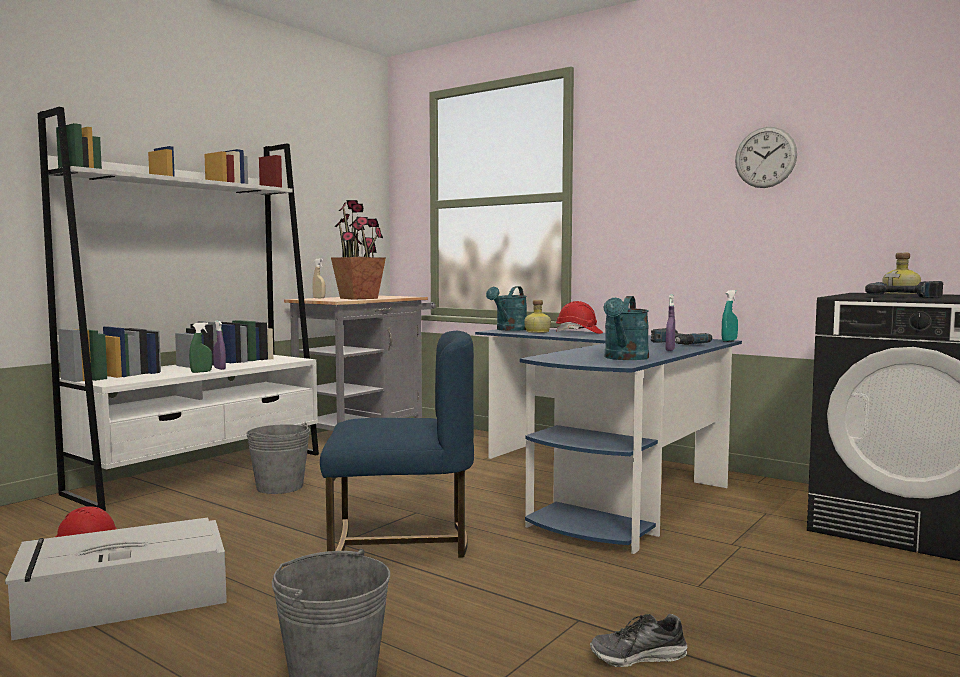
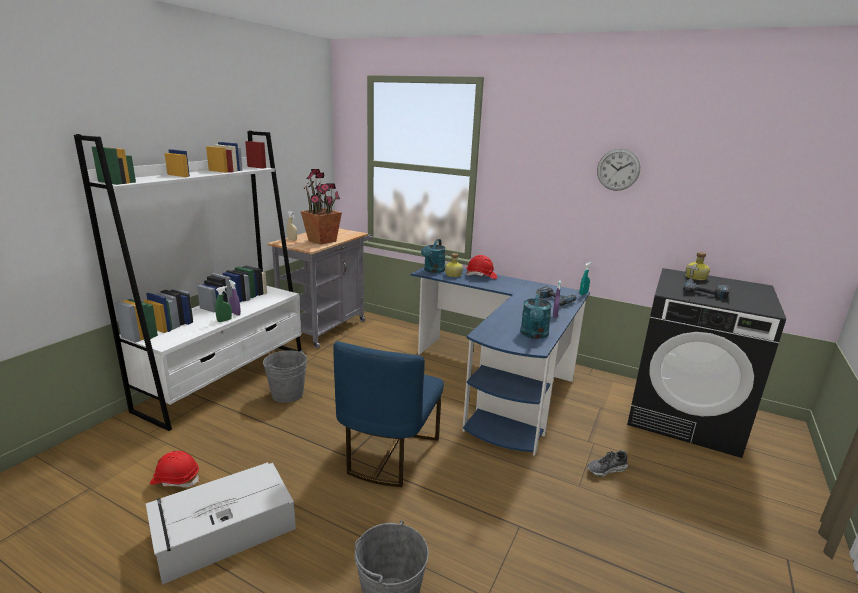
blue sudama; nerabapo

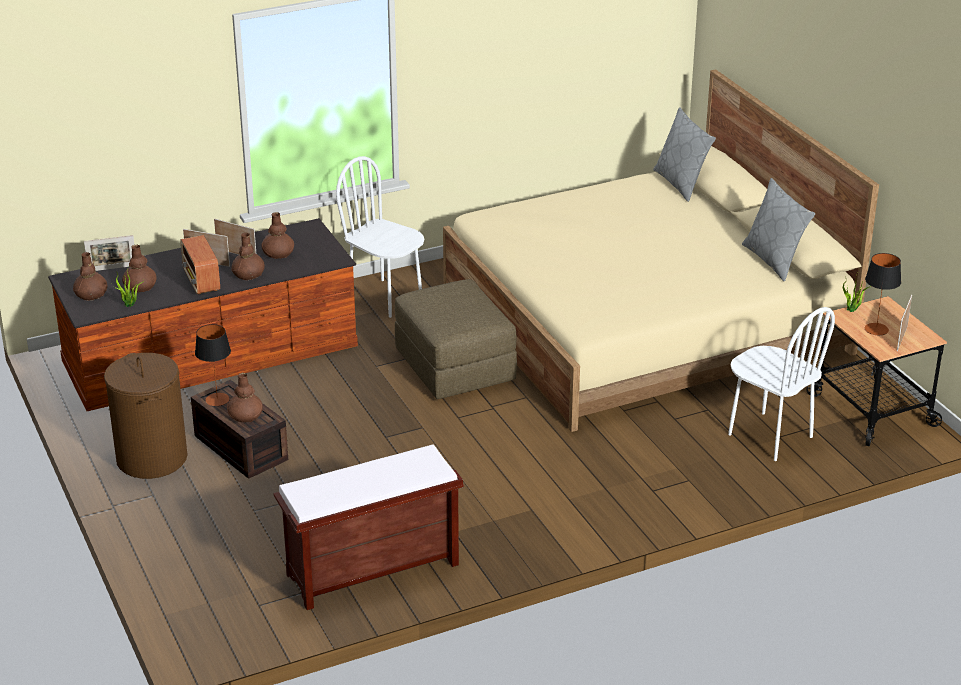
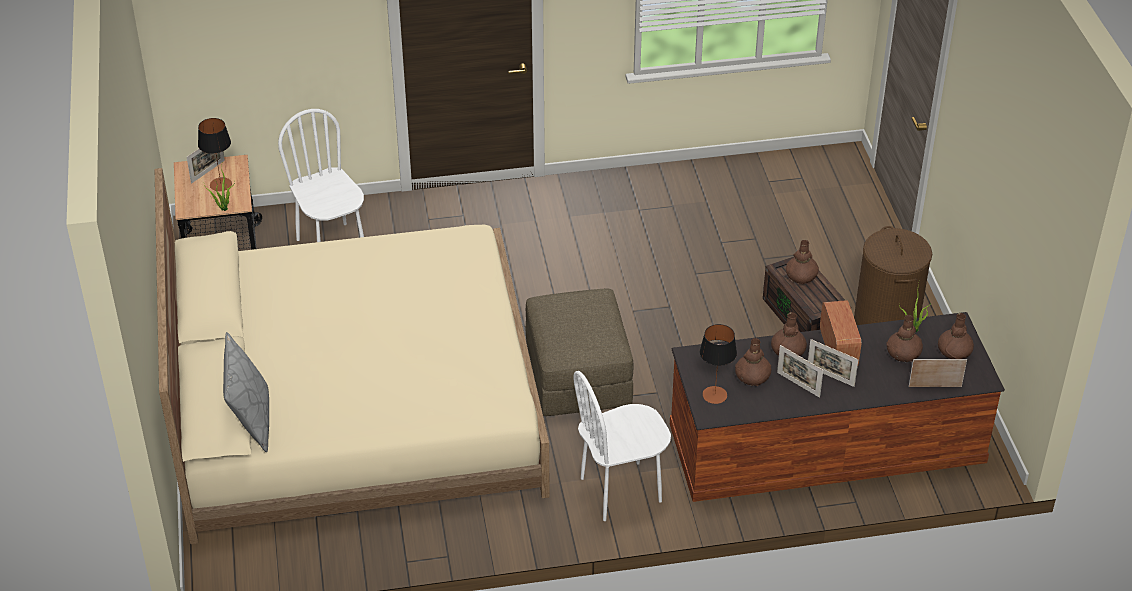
white sudama (2nd from left); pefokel (2nd from left); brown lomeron; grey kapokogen (2nd from left in the first image)

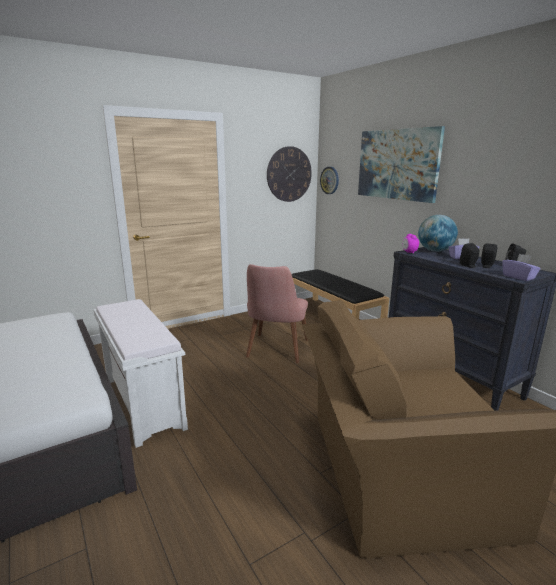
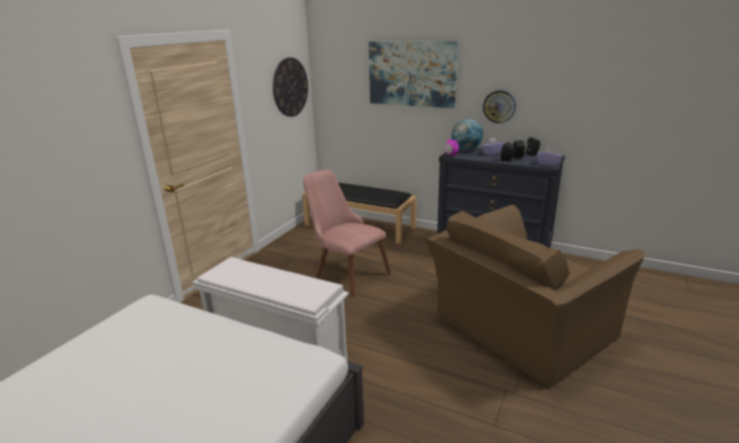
pink sudama; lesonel (2nd from left)

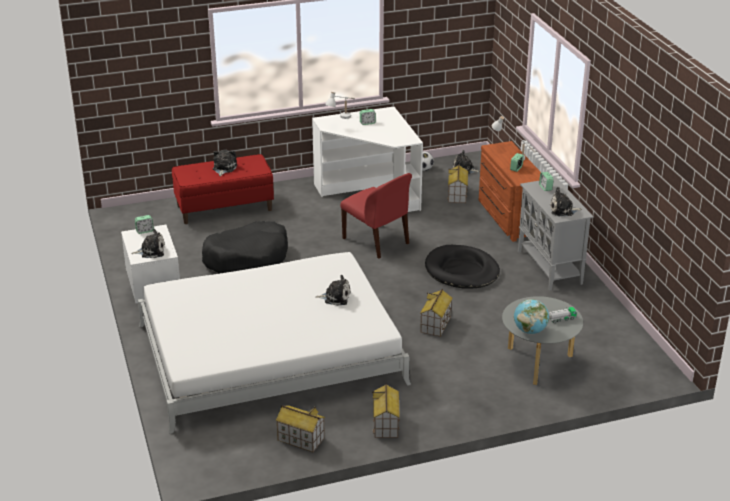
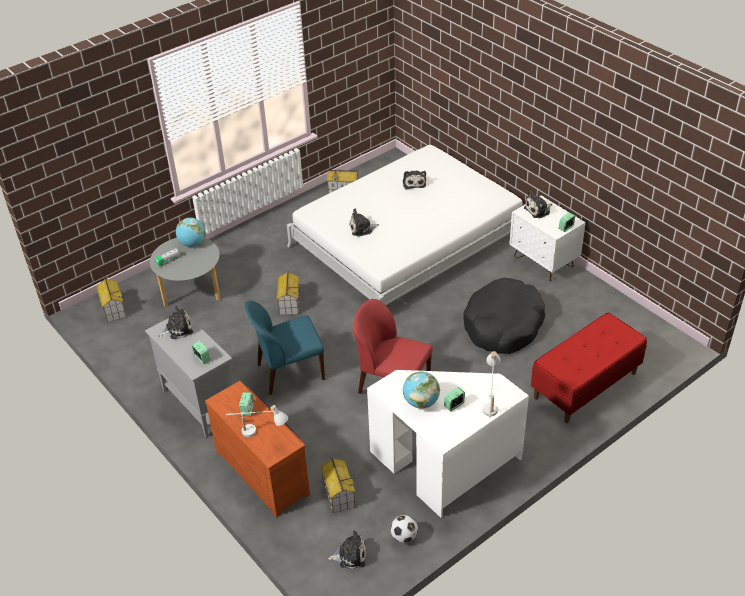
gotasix (1st from left); blue sudama; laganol (4th from left); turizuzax (2nd from left)

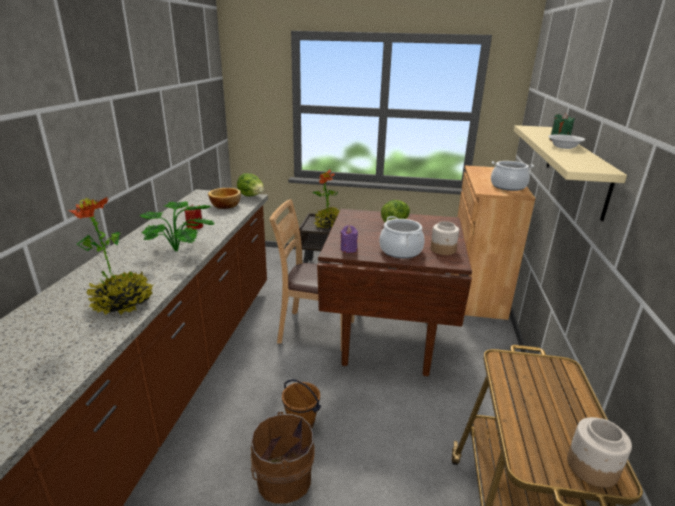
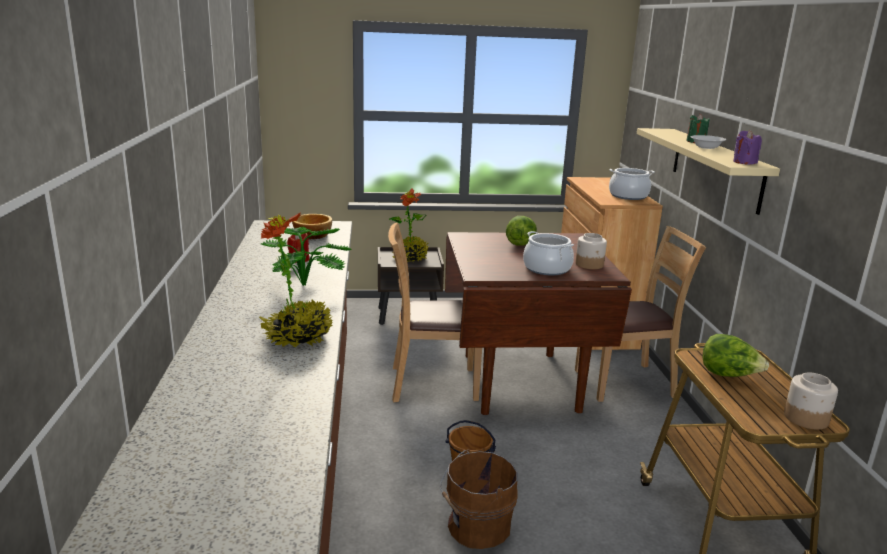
brown sudama (2nd from left); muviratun (2nd from left); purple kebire

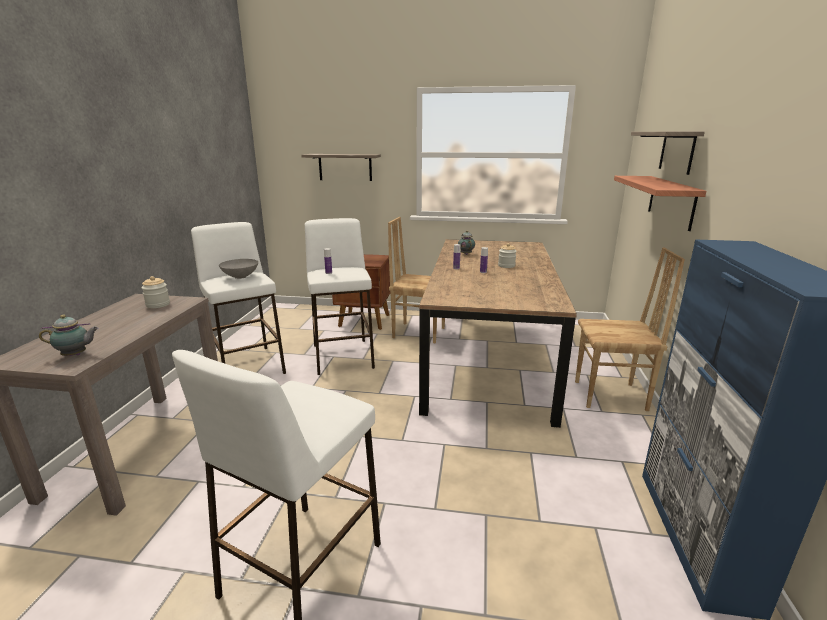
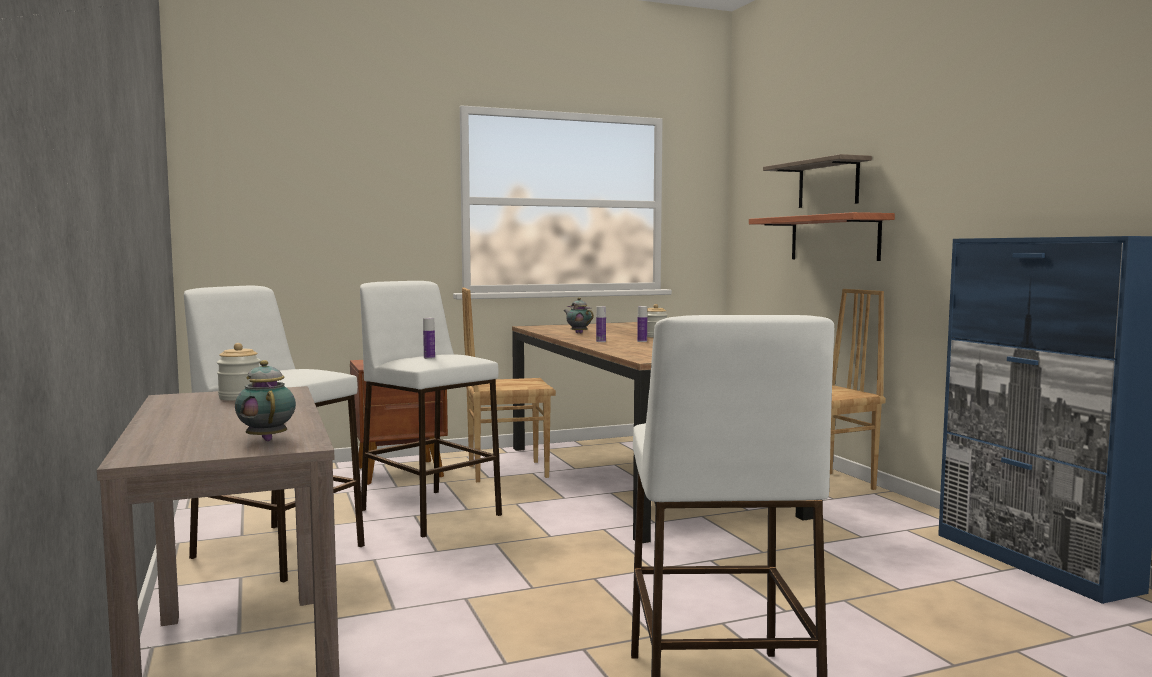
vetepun (1st from left); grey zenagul; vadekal (1st from left in the first image)

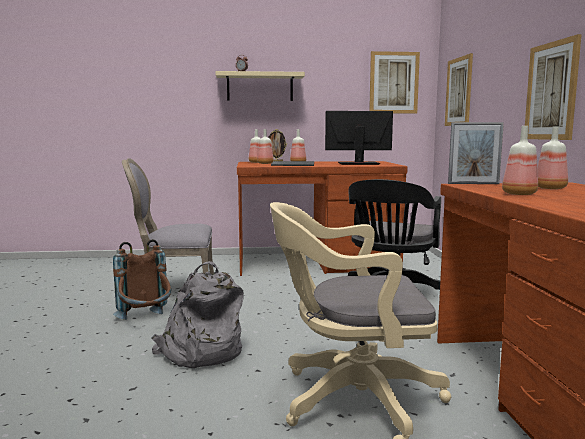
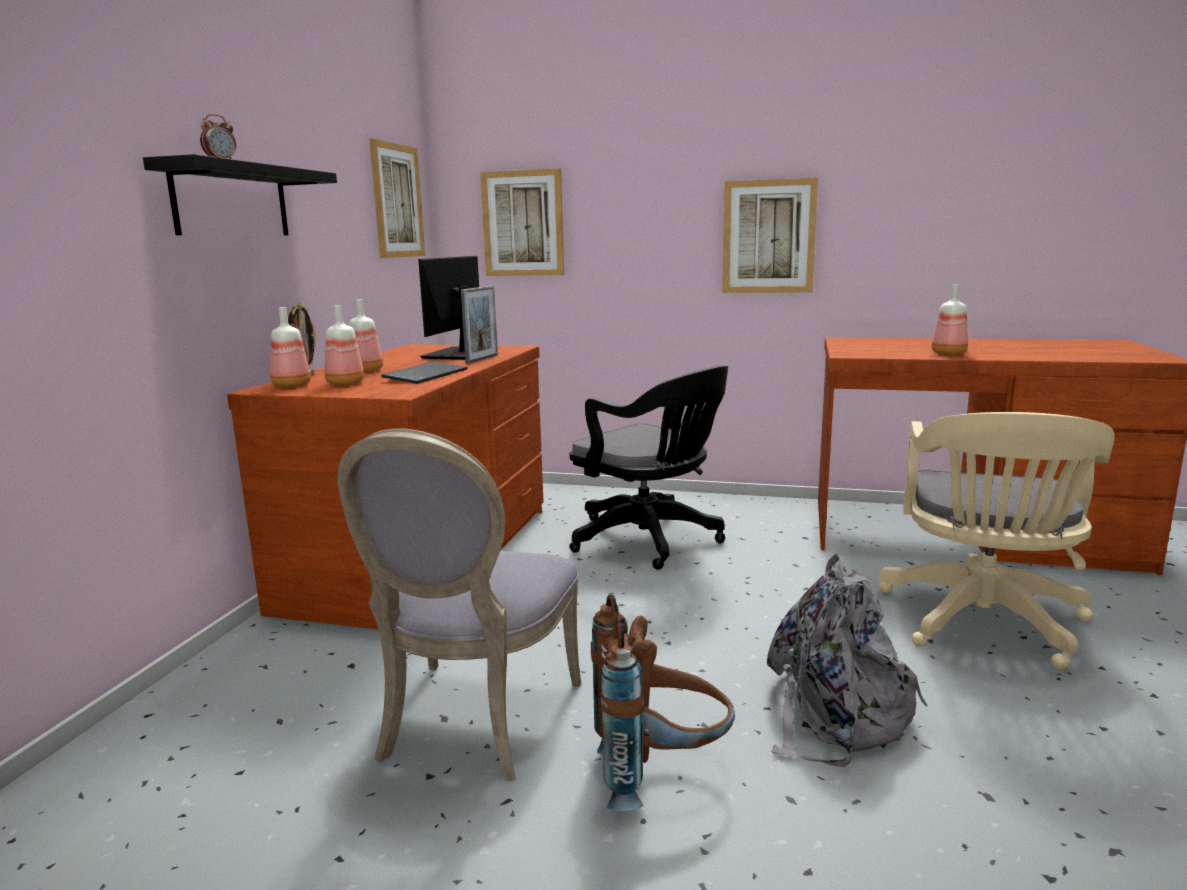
black vadekal; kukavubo (2nd from left); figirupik (5th from left in the first image)

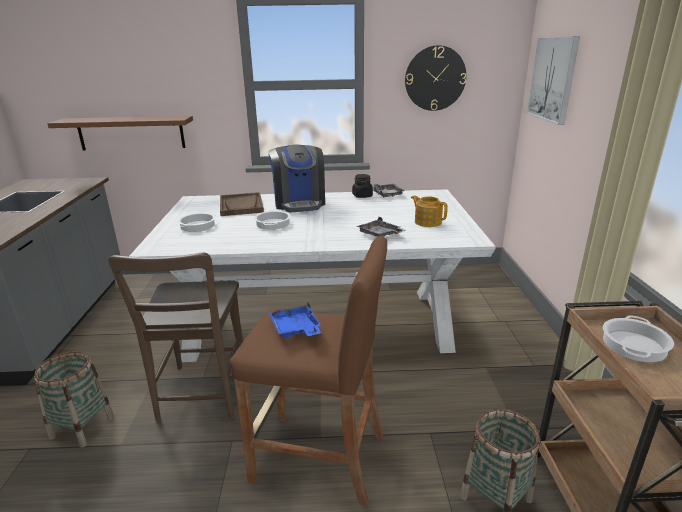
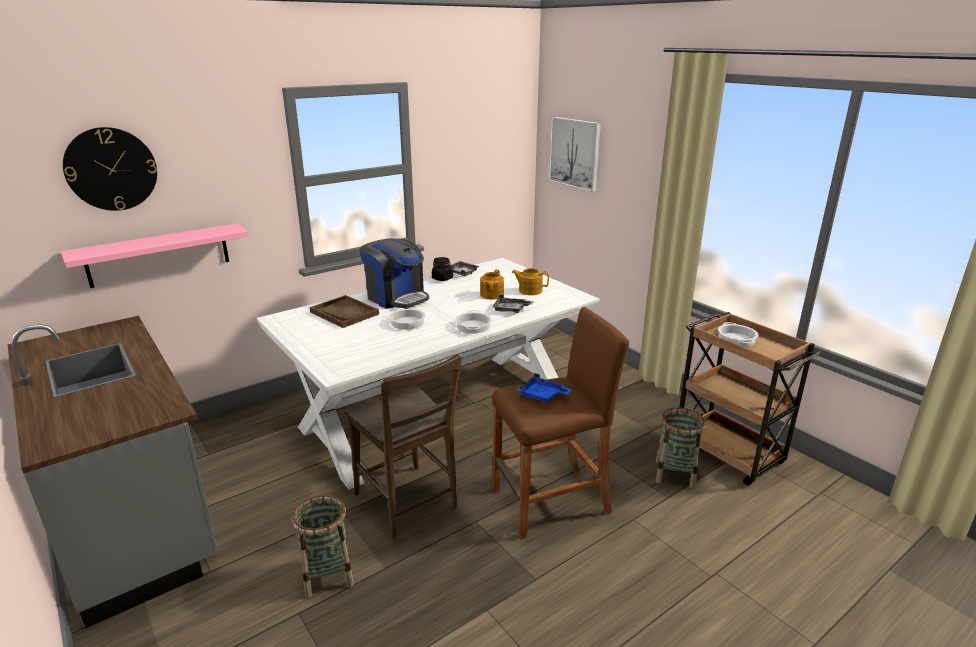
pink vadekal; lesonel; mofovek (2nd from left); vetepun (1st from left)

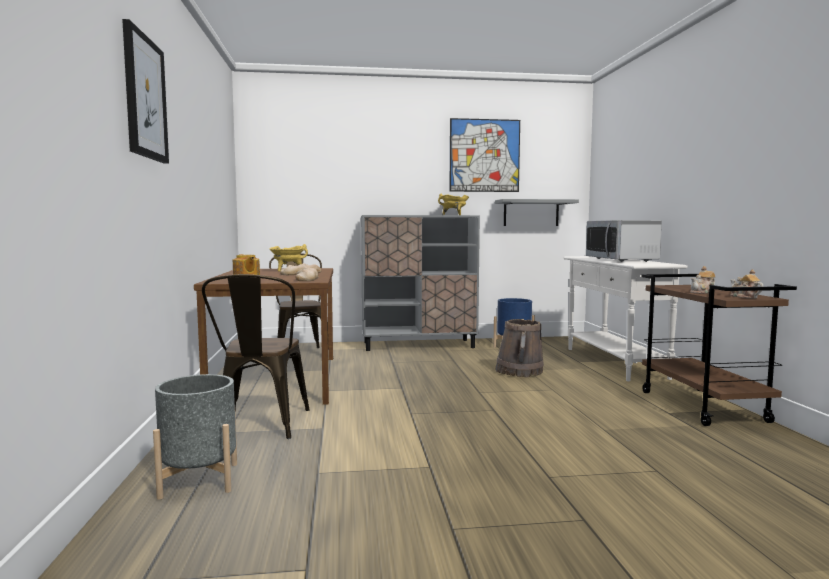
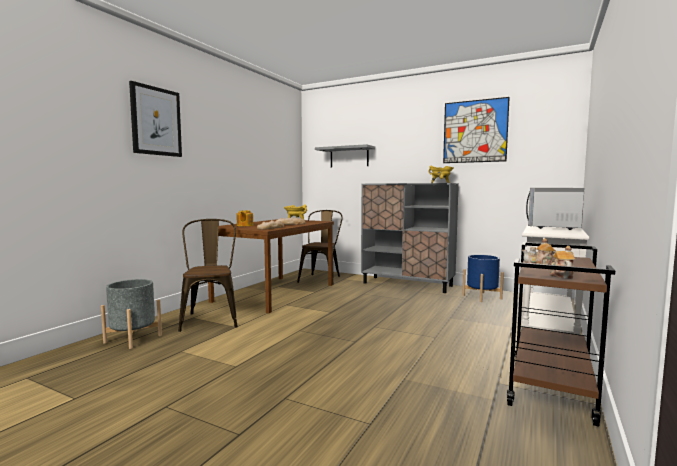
brown sudama (1st from left); grey vadekal; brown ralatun

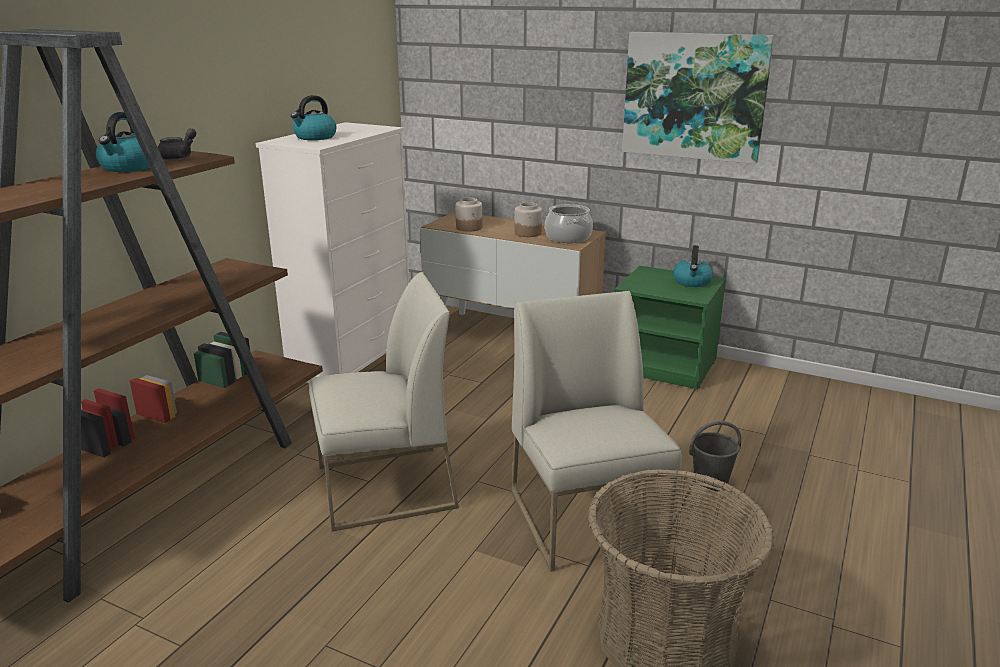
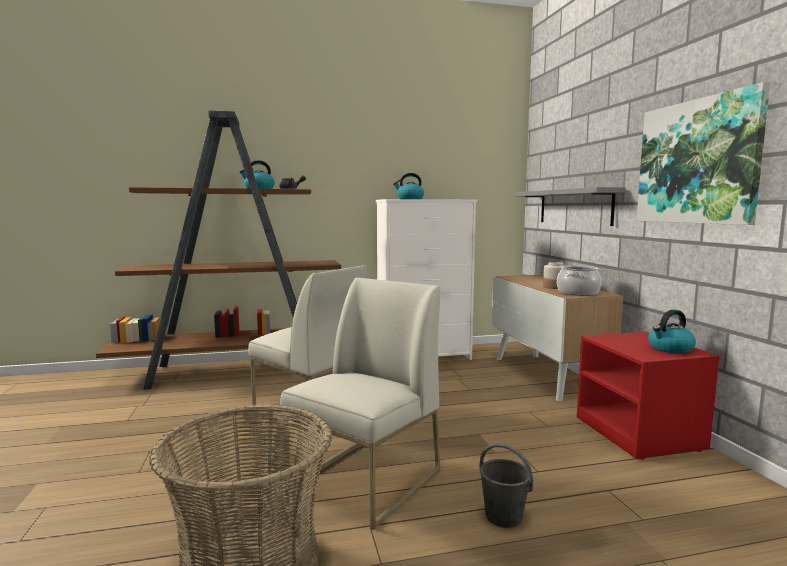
grey vadekal; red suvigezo; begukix (1st from left in the first image)

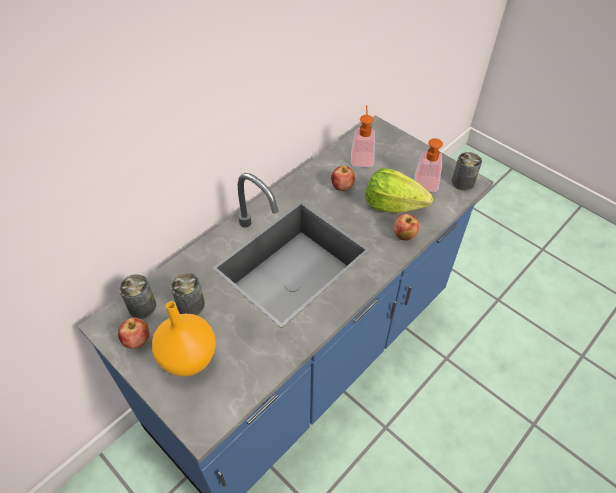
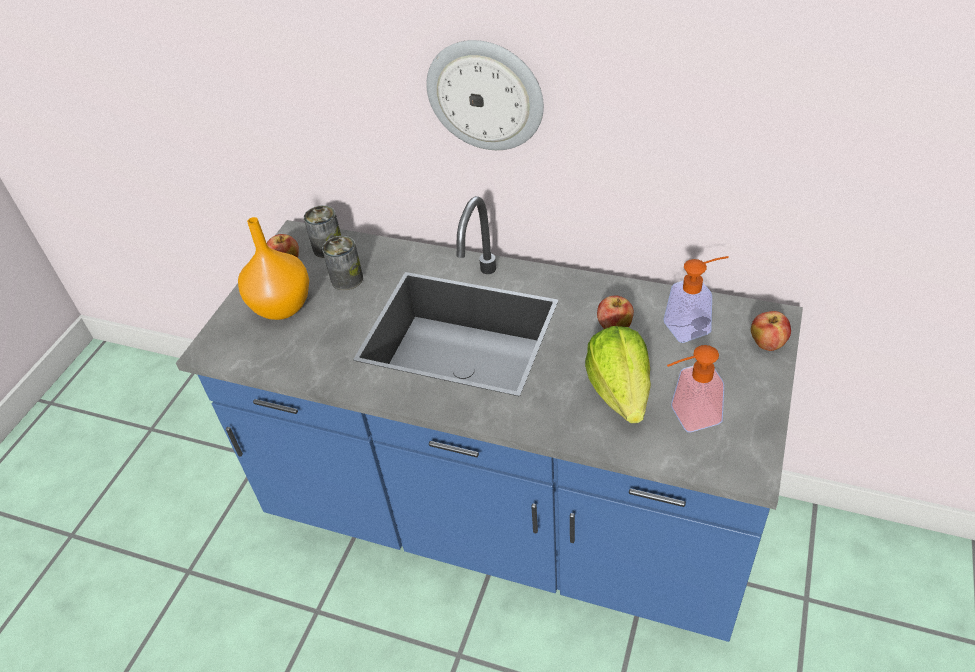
lesonel; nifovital (3rd from left); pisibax (3rd from left in the first image)

